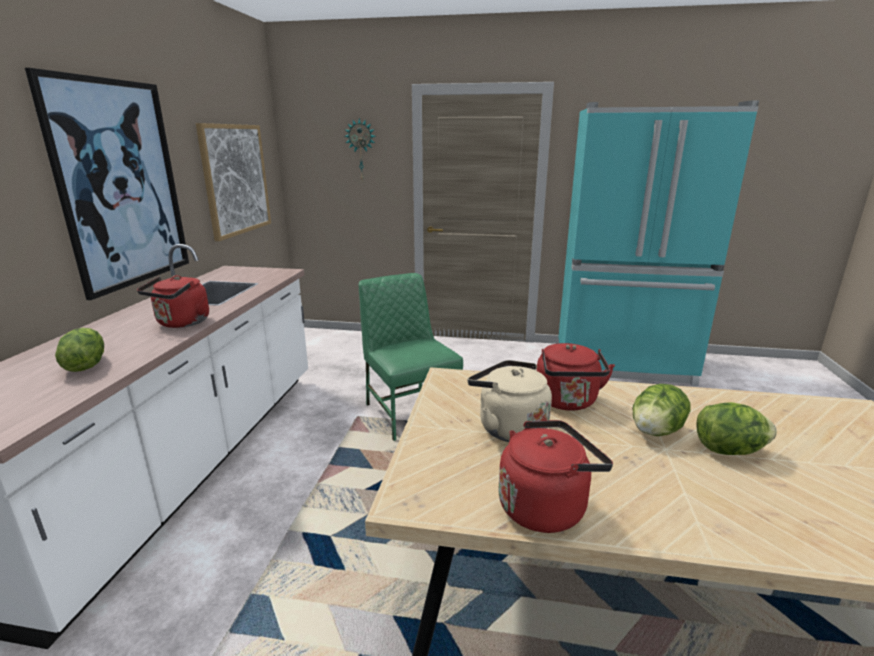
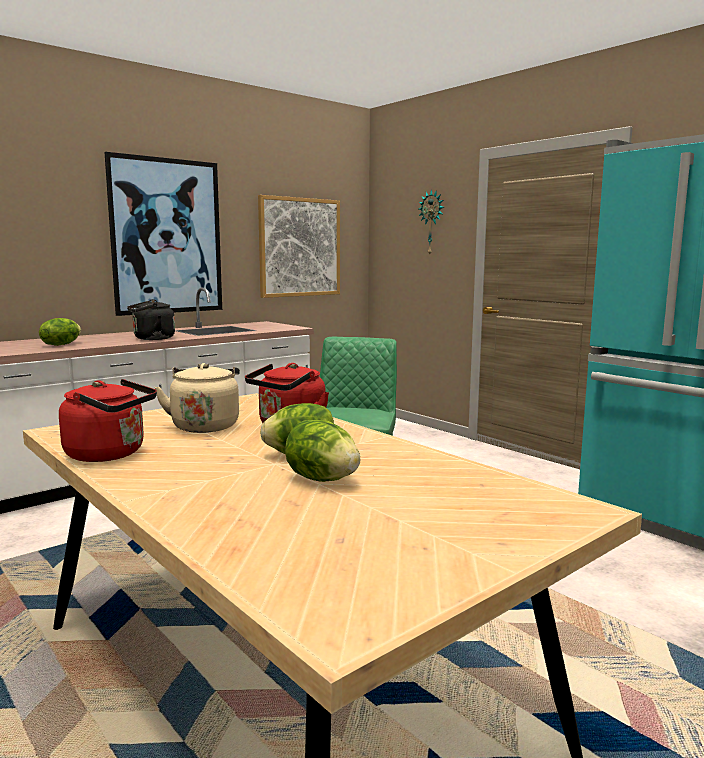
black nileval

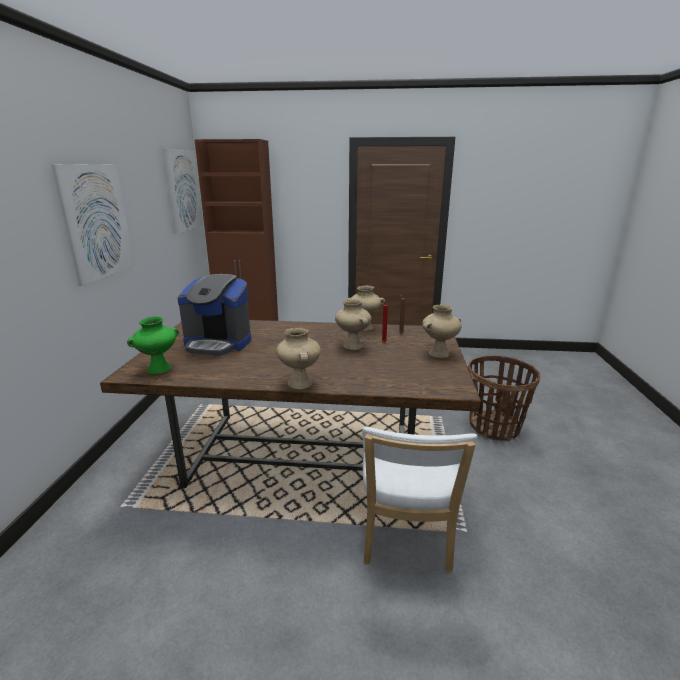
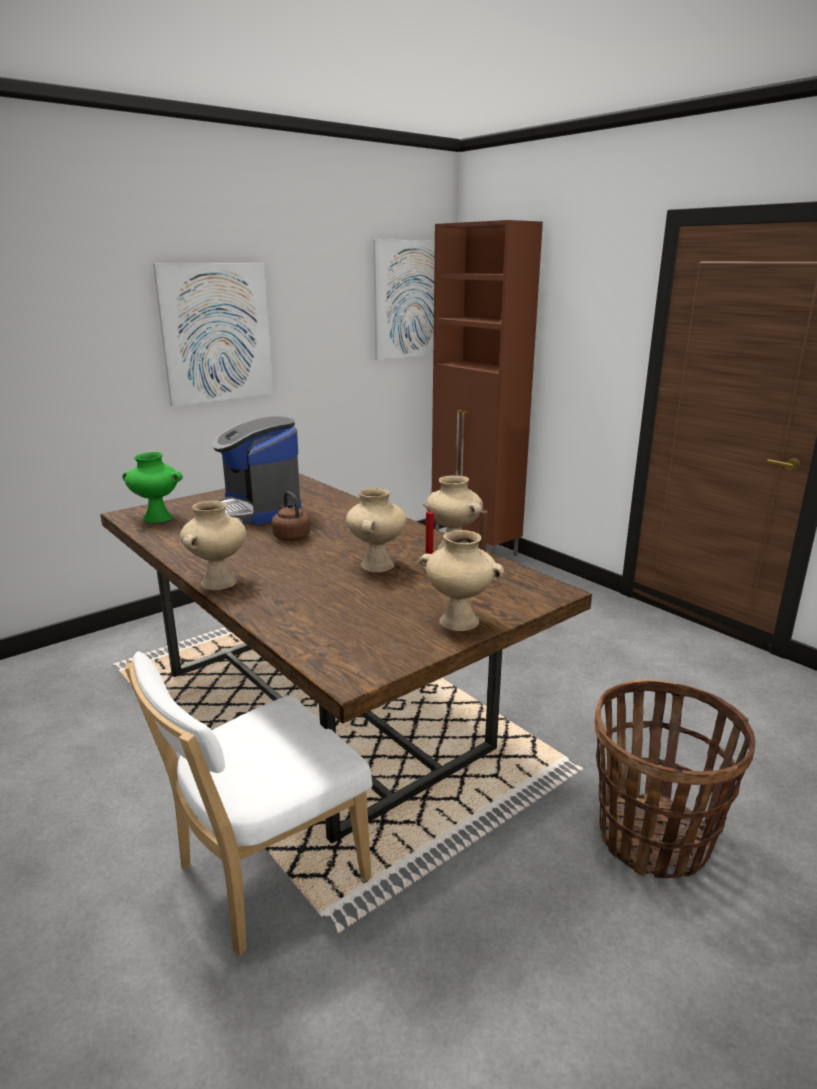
brown nileval

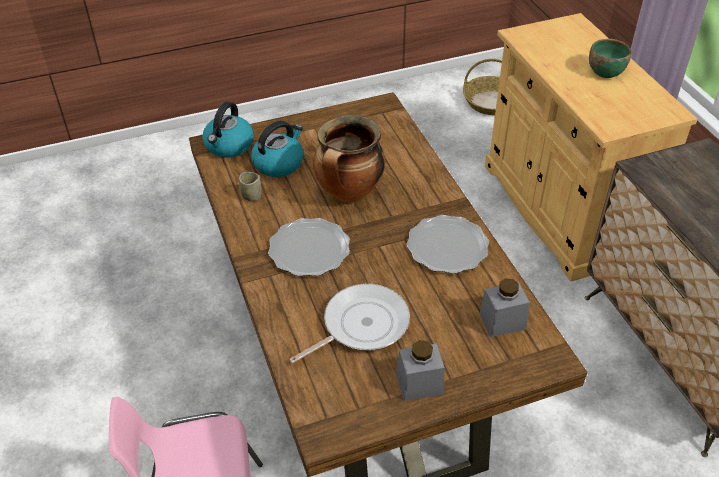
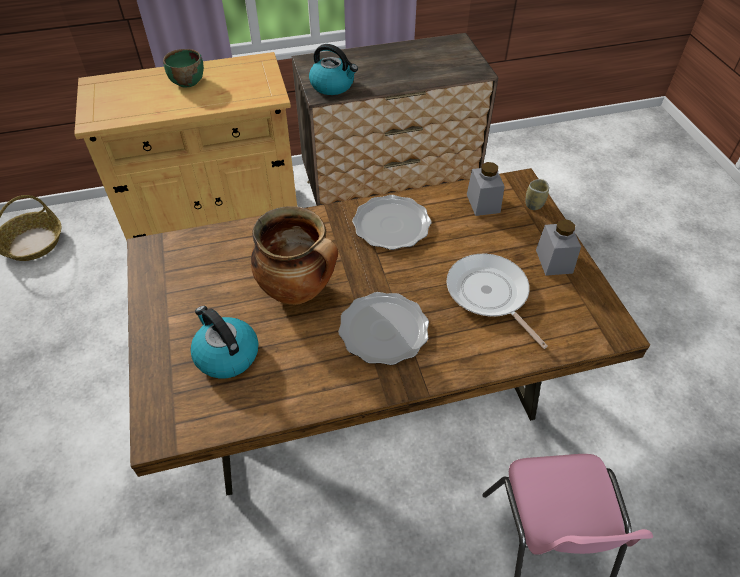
nileval (2nd from left); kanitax

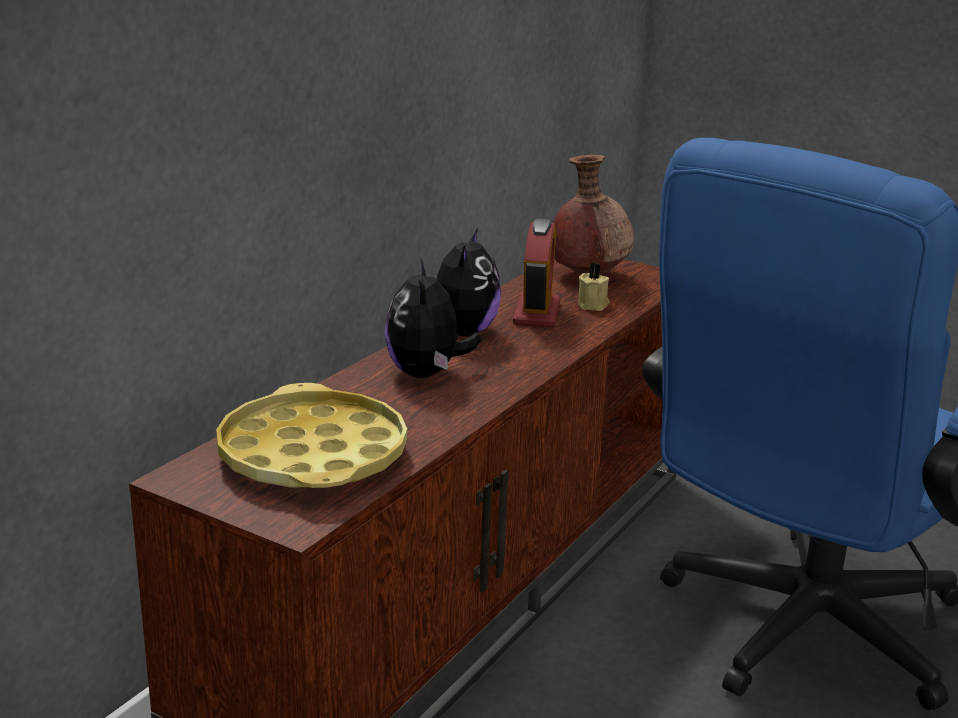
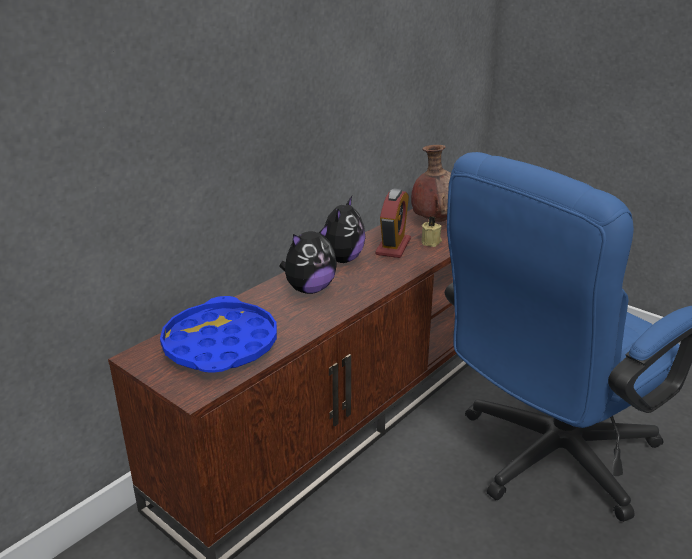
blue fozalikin; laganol (1st from left)

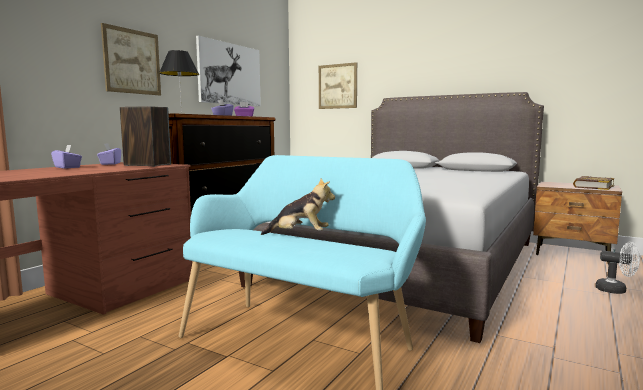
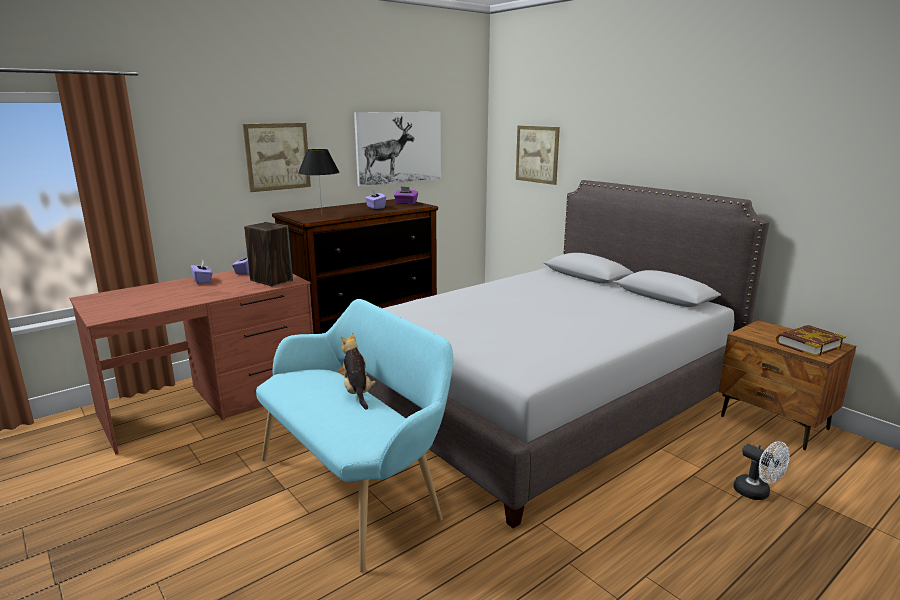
laganol

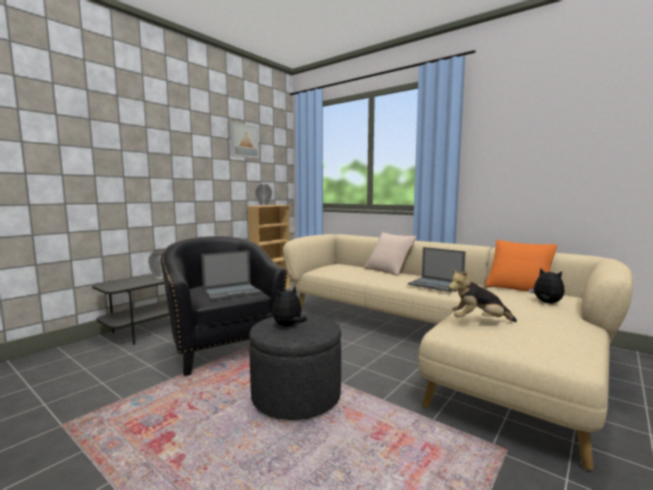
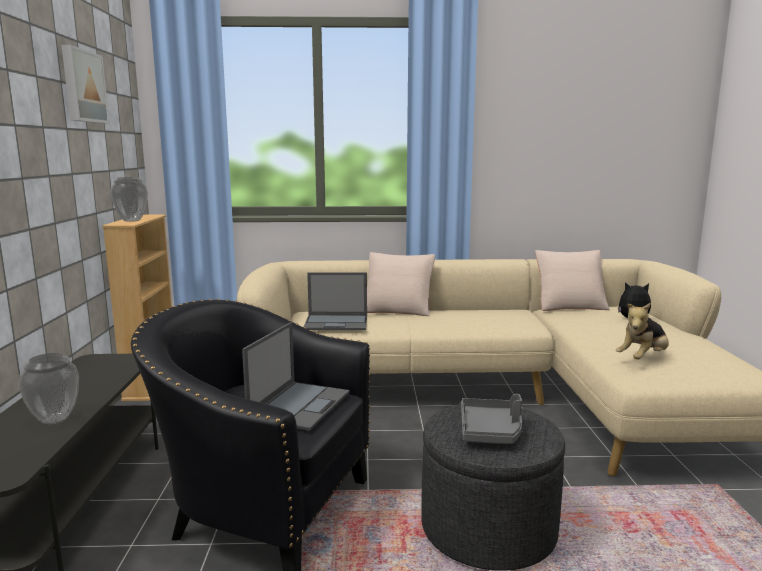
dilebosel (2nd from left); grey fozalikin; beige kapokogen (2nd from left)

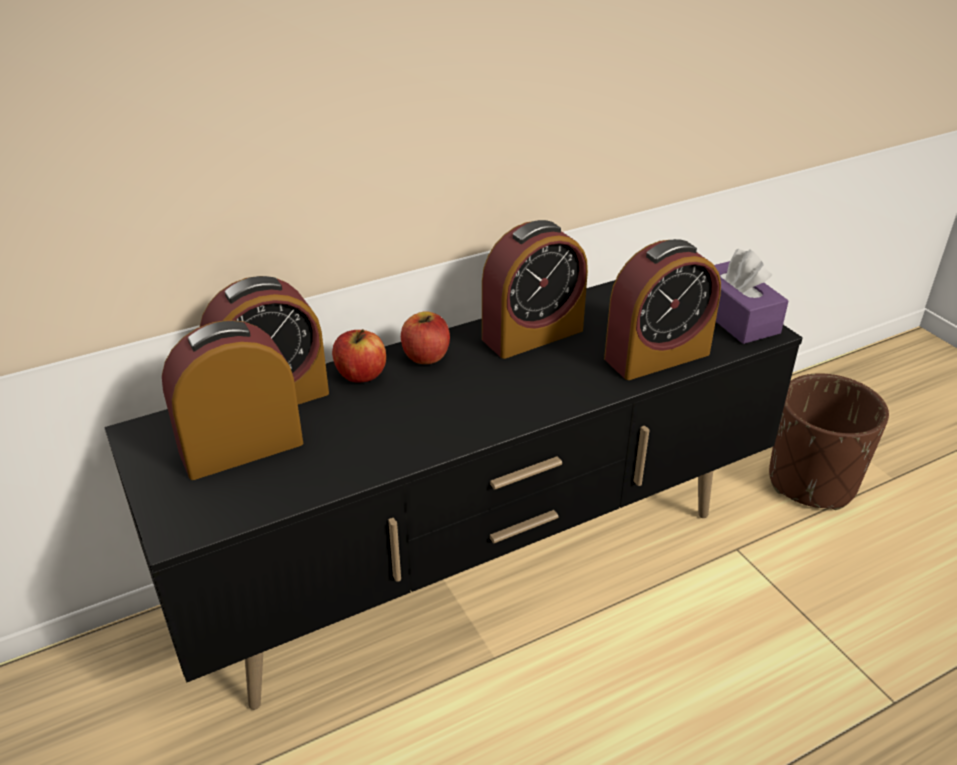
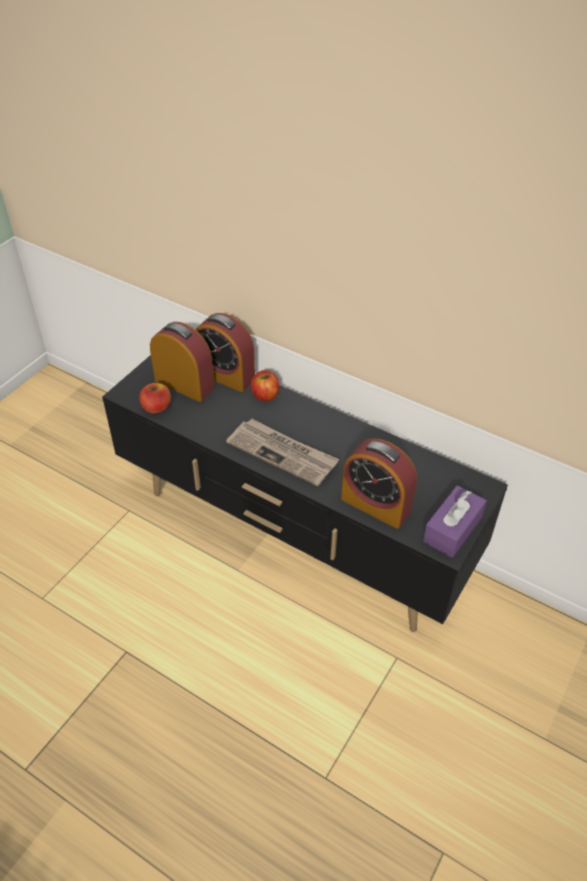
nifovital (1st from left); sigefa; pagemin (3rd from left in the first image); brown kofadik

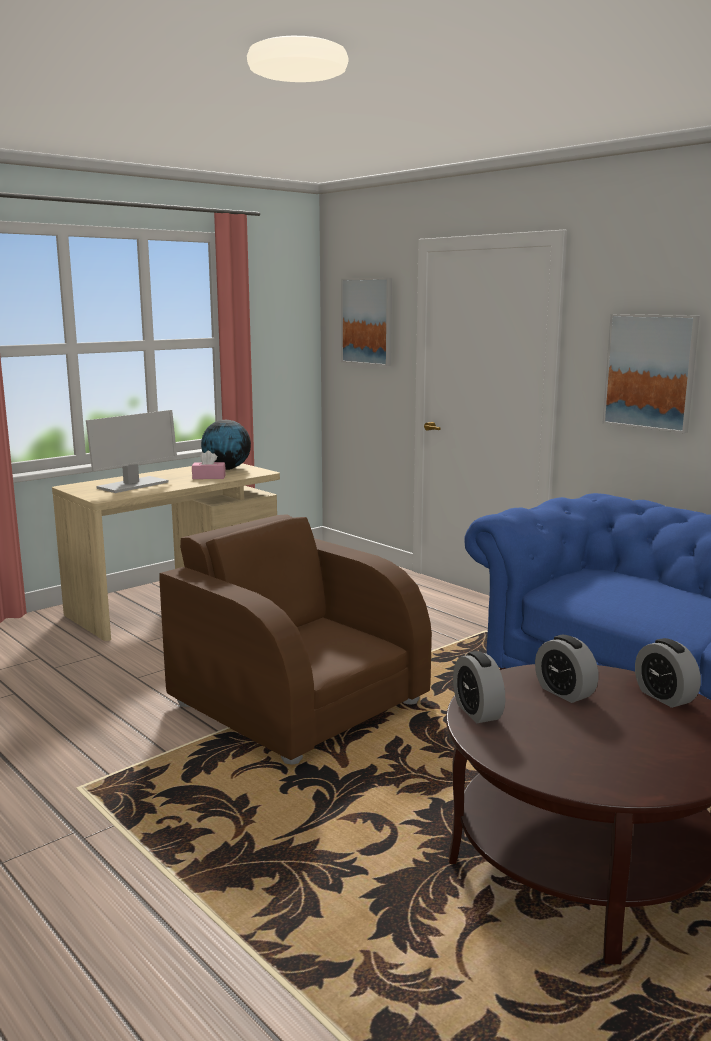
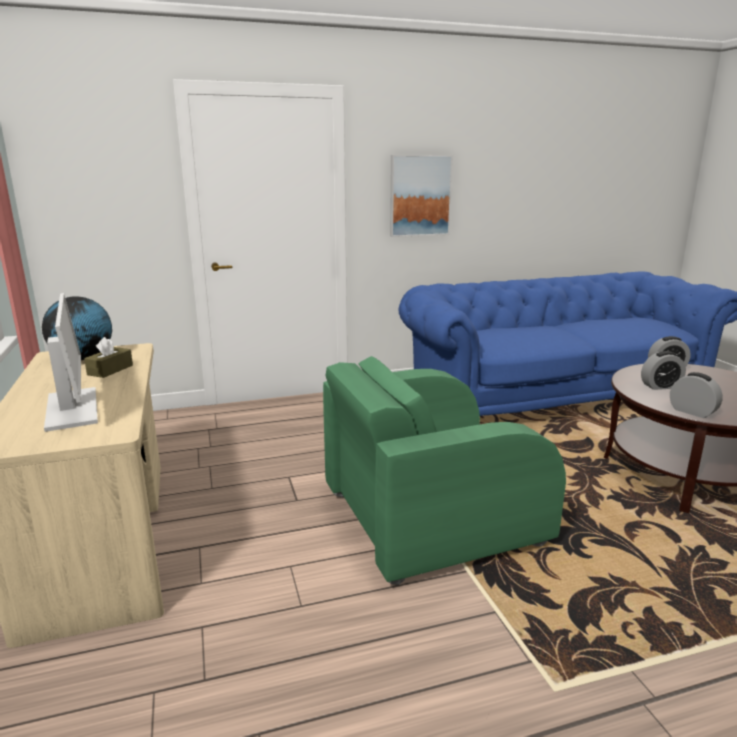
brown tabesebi; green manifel; pagemin (3rd from left); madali (1st from left in the first image)

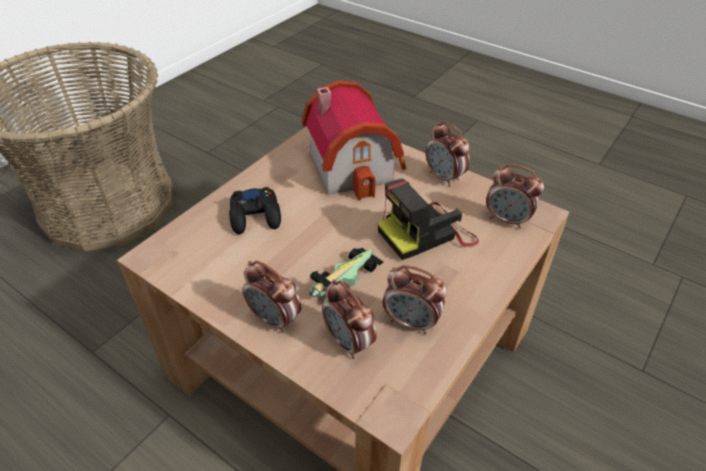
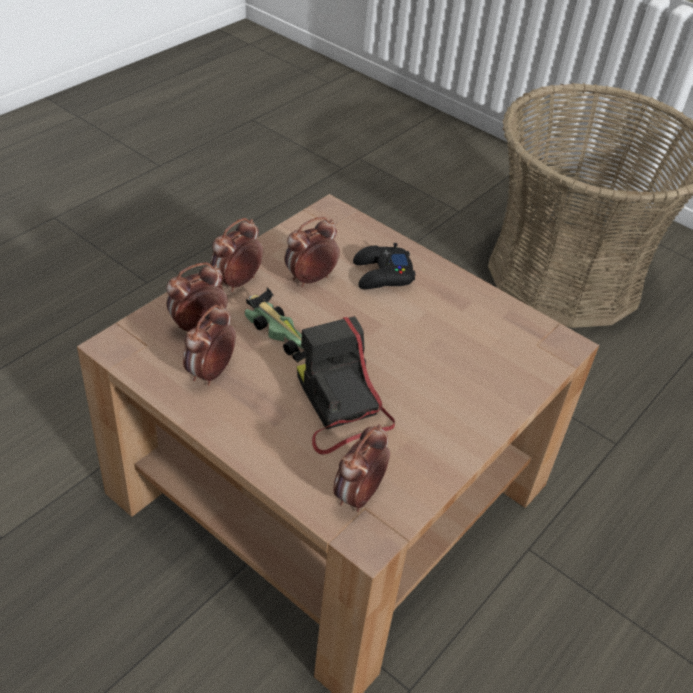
pagemin (4th from left); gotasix

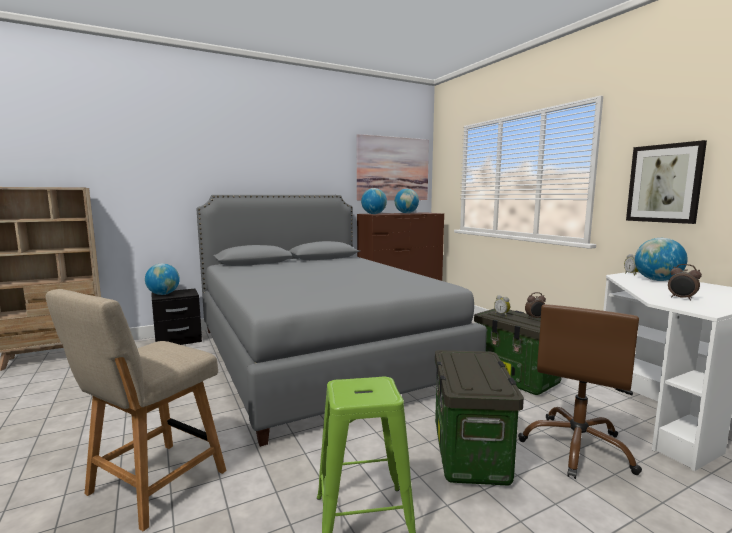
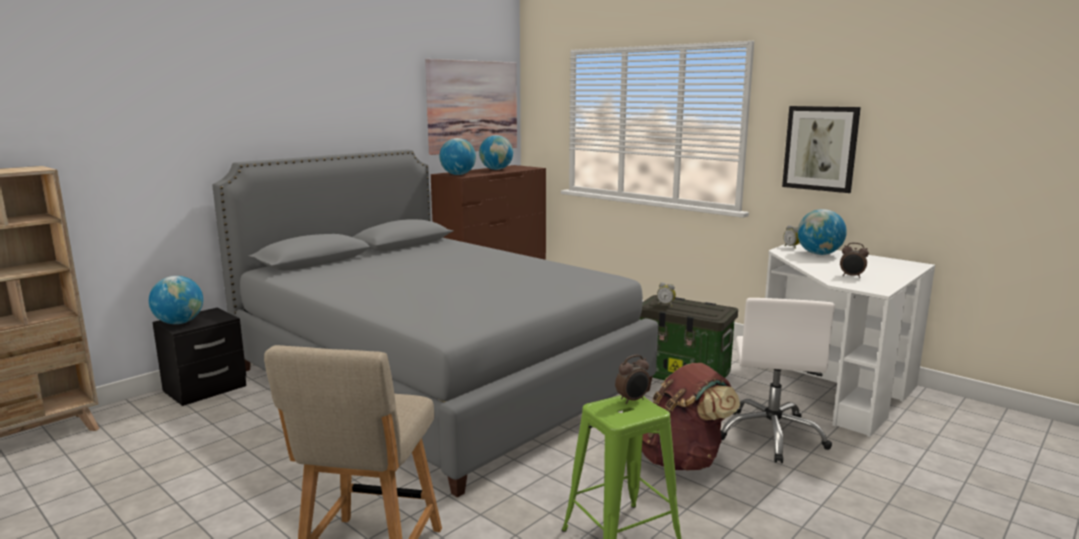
pagemin (1st from left); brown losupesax; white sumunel

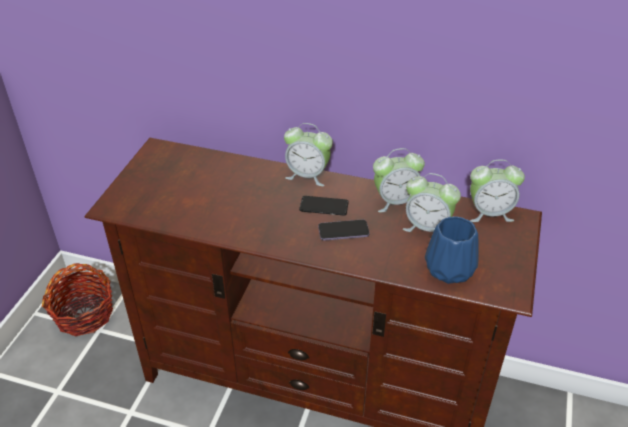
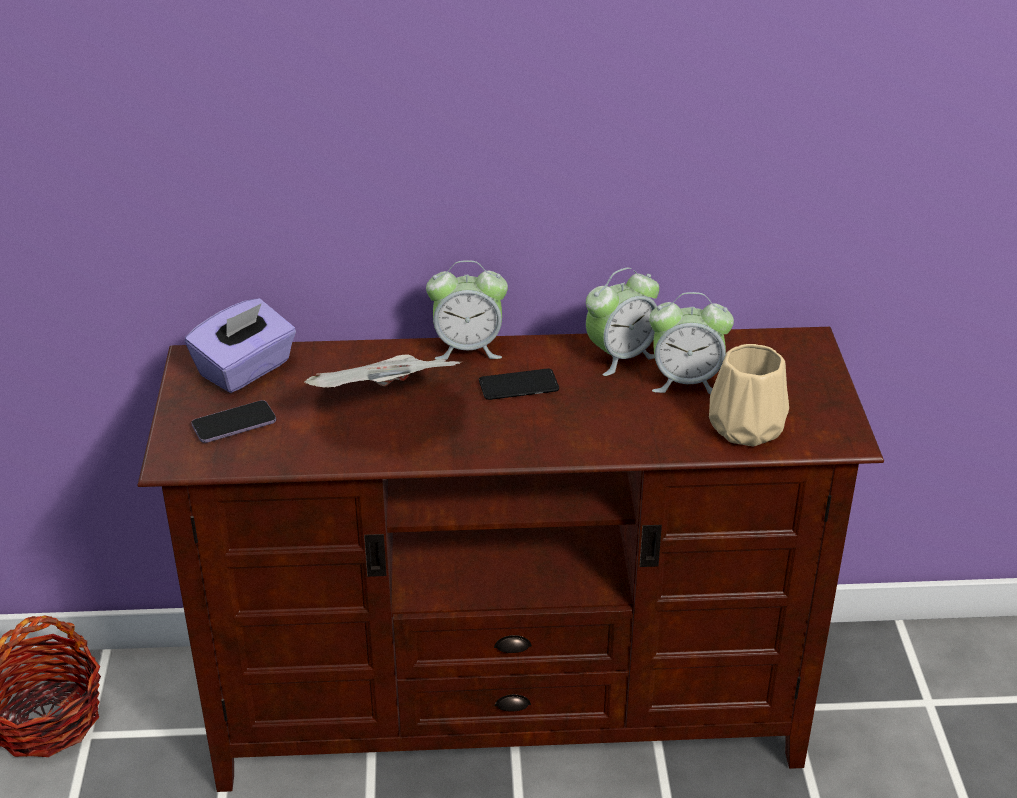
purple tabesebi; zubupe (1st from left); sigefa; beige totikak; pagemin (4th from left in the first image)

